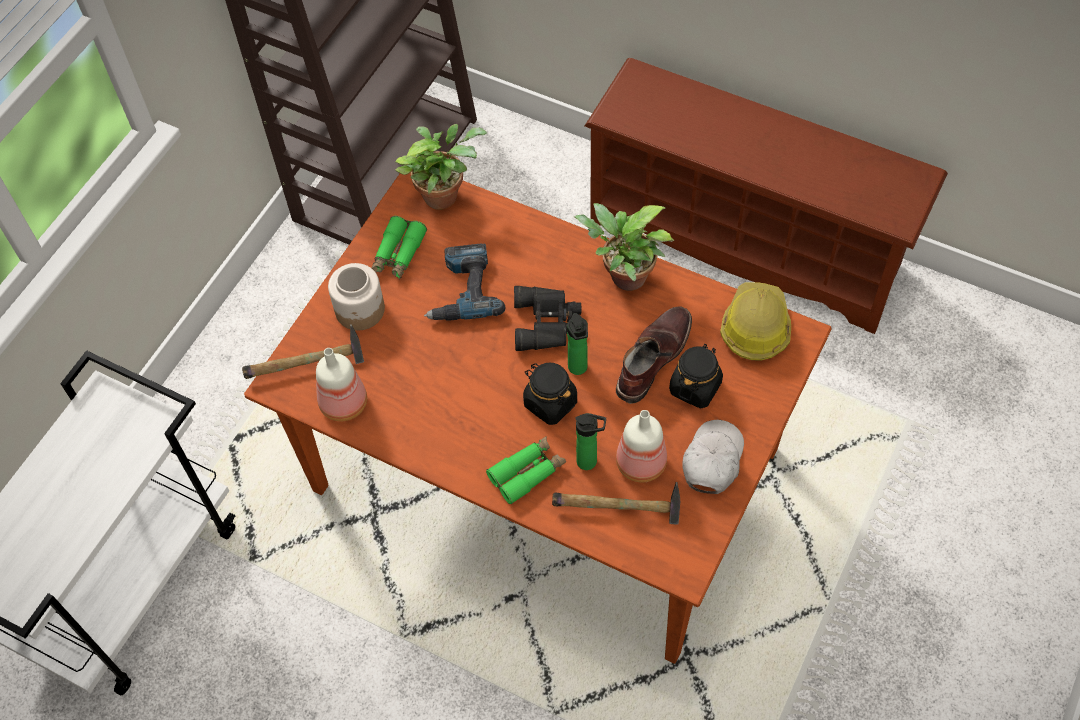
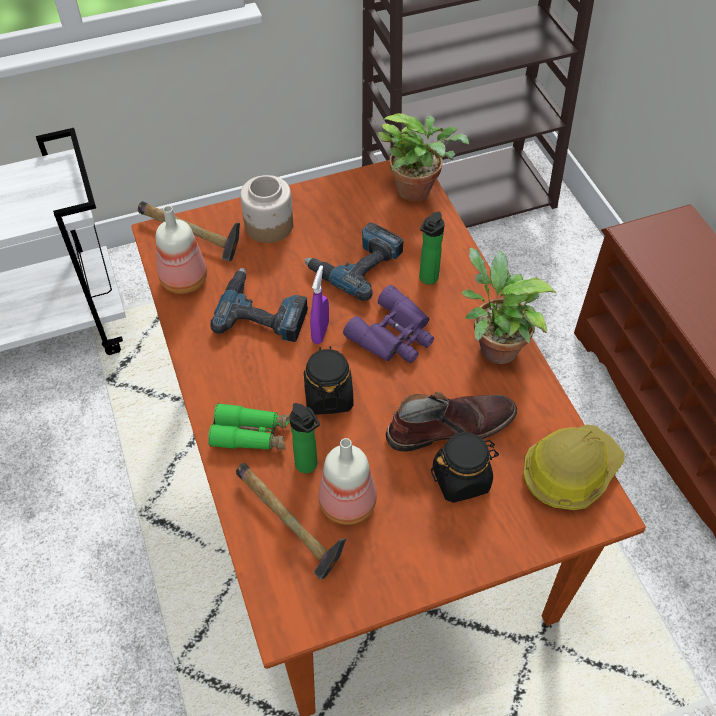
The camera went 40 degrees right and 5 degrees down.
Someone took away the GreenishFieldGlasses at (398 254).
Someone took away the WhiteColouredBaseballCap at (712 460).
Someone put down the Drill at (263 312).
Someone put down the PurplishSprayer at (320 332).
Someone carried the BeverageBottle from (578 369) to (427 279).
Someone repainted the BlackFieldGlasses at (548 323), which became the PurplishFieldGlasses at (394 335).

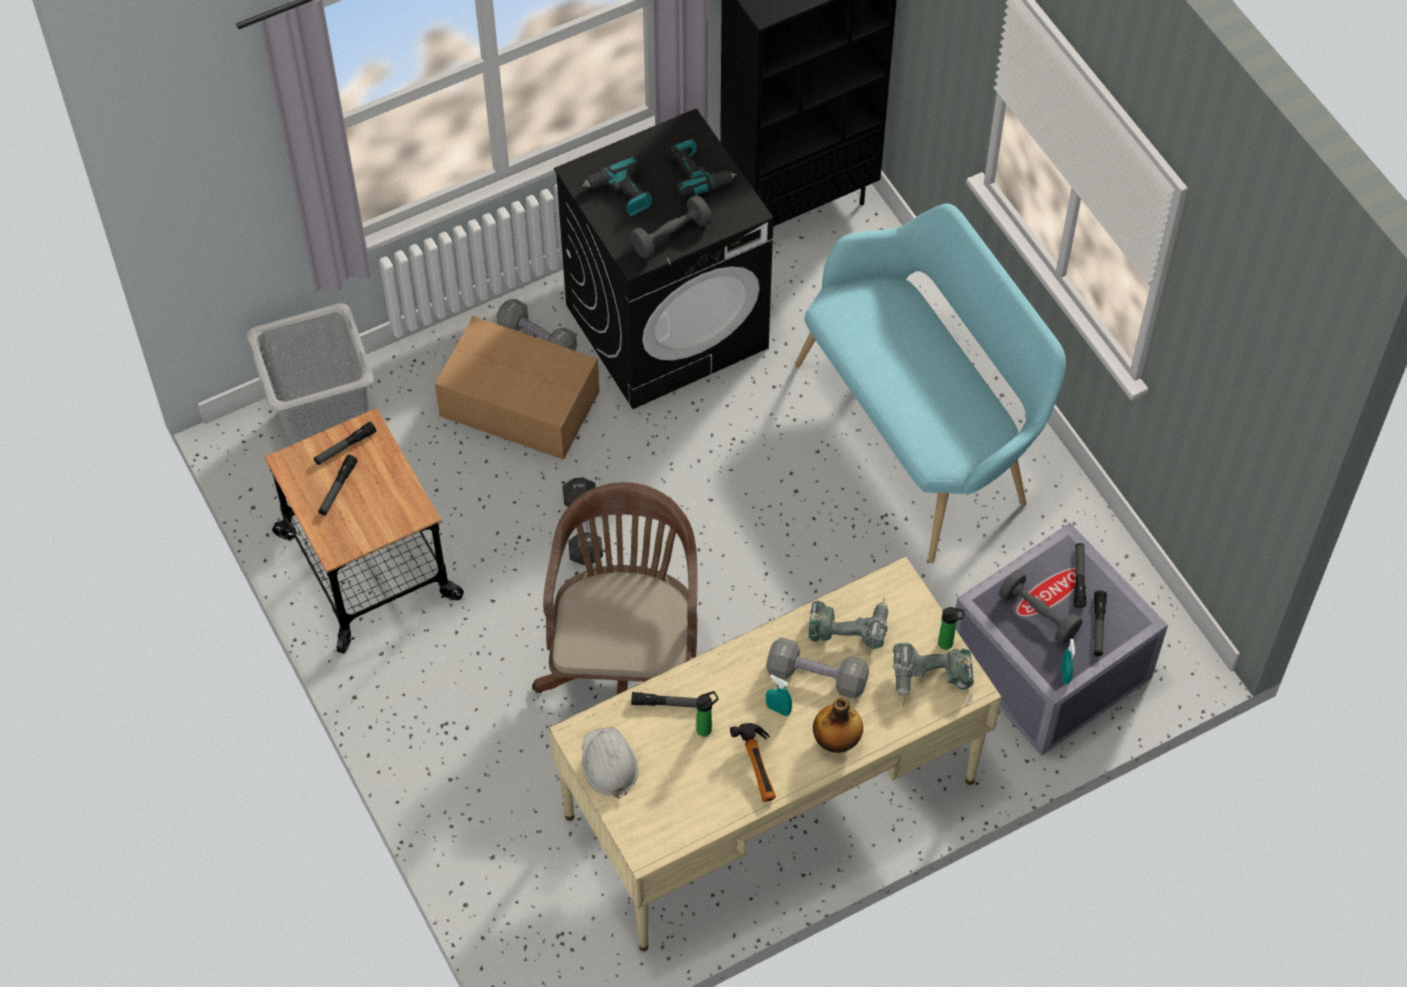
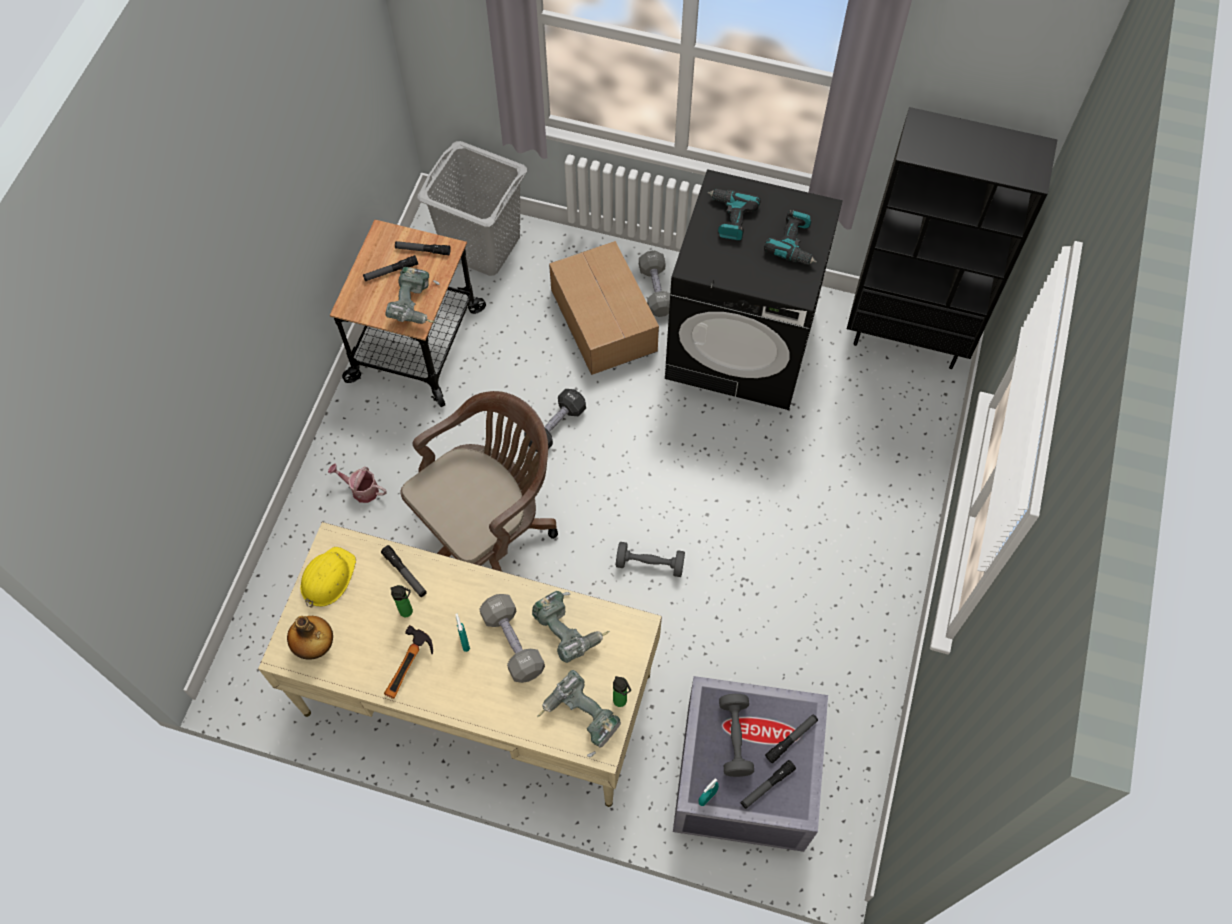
The camera went 45 degrees right and 5 degrees up.
Someone took away the TurquoiseColouredIndoorBench at (922 433).
Someone put down the WateringPot at (361 489).
Someone put down the Drill at (416 305).
Someone carried the GreyHandWeight from (670 236) to (650 564).
Someone carried the BeverageBottle from (837 741) to (315 646).
Someone repainted the WhiteColouredSafetyHelmet at (608 764), which became the YellowSafetyHelmet at (327 578).

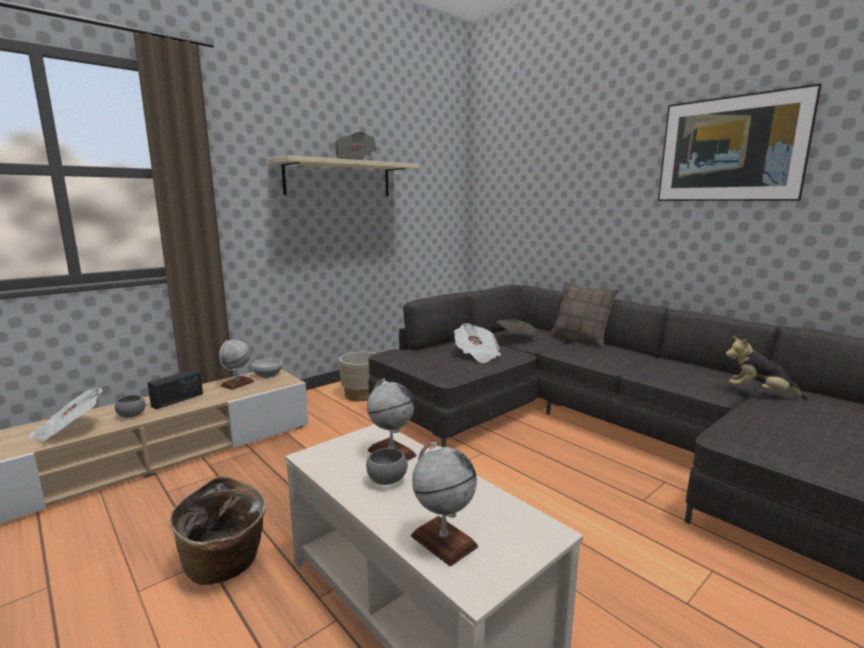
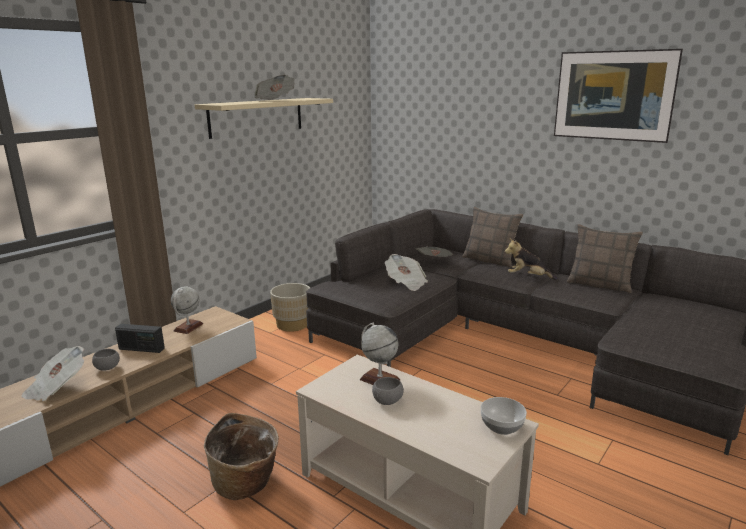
The camera went 10 degrees left and 5 degrees up.
Someone took away the Globe at (443 541).
Someone put down the Pillow at (600 284).
Someone carried the ServingBowl from (268 375) to (502 427).
Someone carried the PlushToy from (759 393) to (528 277).
Someone rotated the RadioReceiver at (178 400) by 75 degrees clockwise.

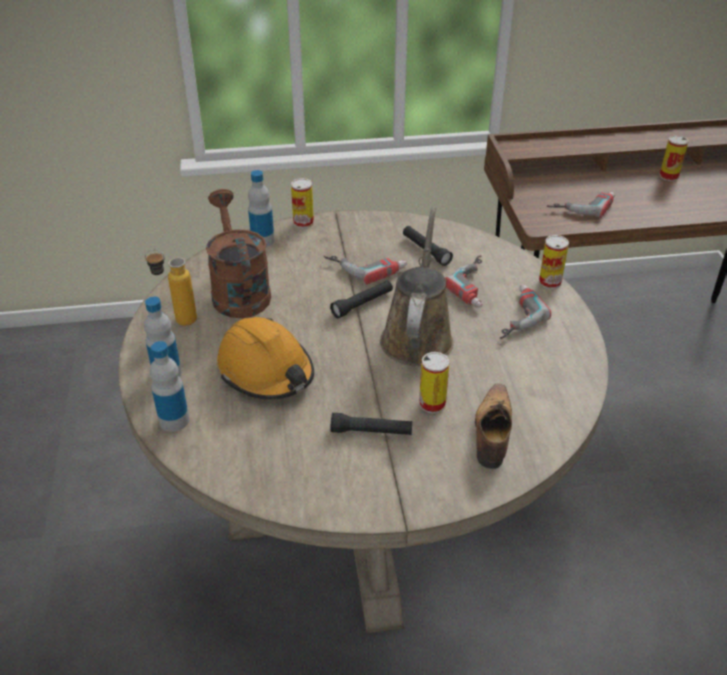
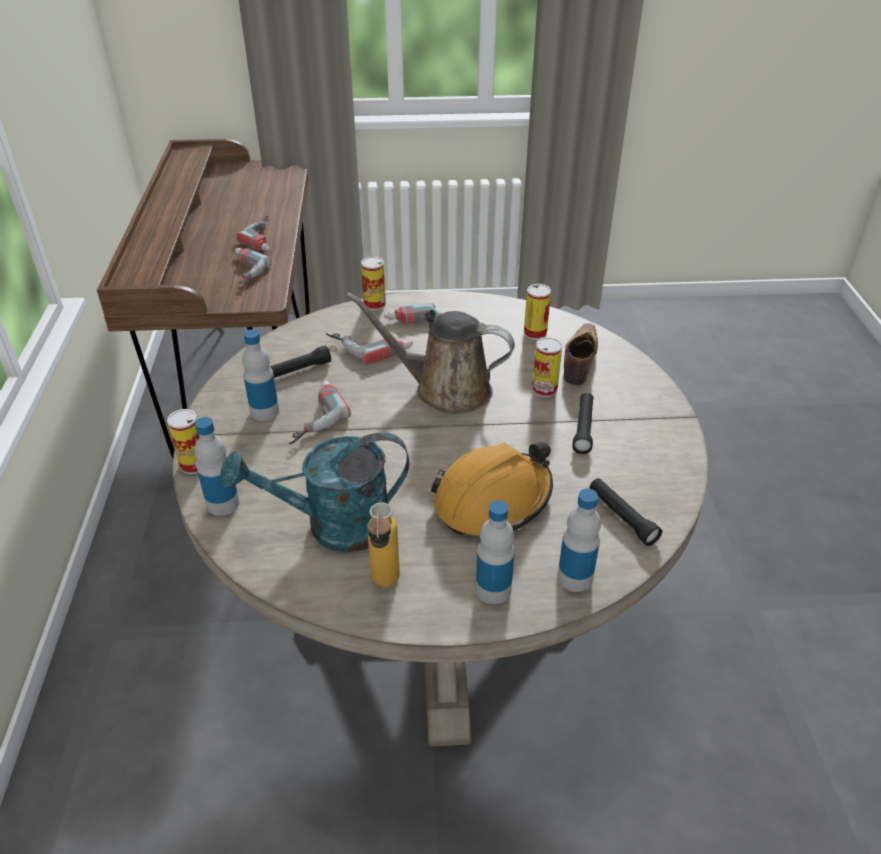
The camera went 85 degrees left and 0 degrees up.
Someone put down the Drill at (267 237).
Someone put down the BeverageBottle at (264 411).
Someone carried the BlackTorch from (362 304) to (622 517).
Someone carried the Can from (668 176) to (535 333).
Someone repainted the BrownColouredWateringPot at (238 291), which became the TurquoiseColouredWateringPot at (333 526).
Someone rotated the Shoe at (492 432) by 90 degrees clockwise.

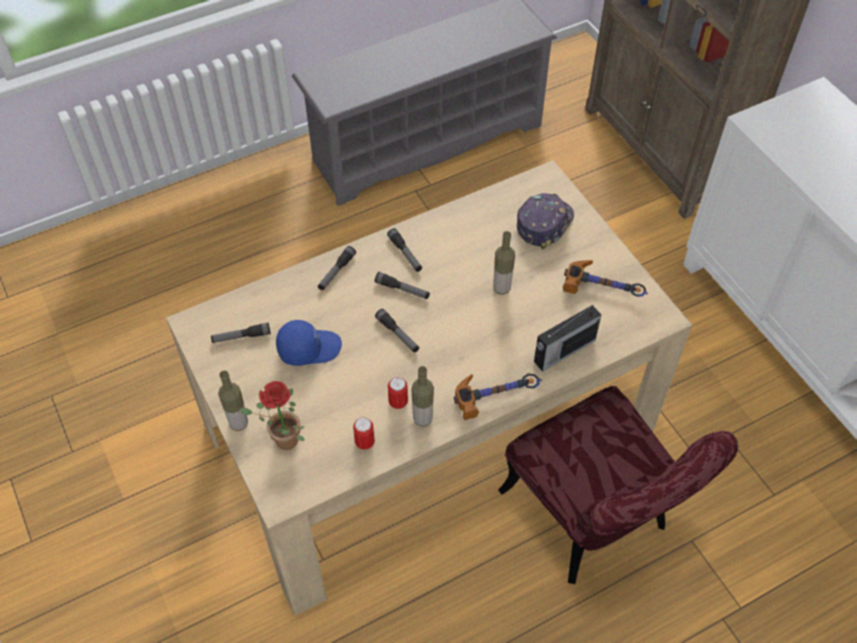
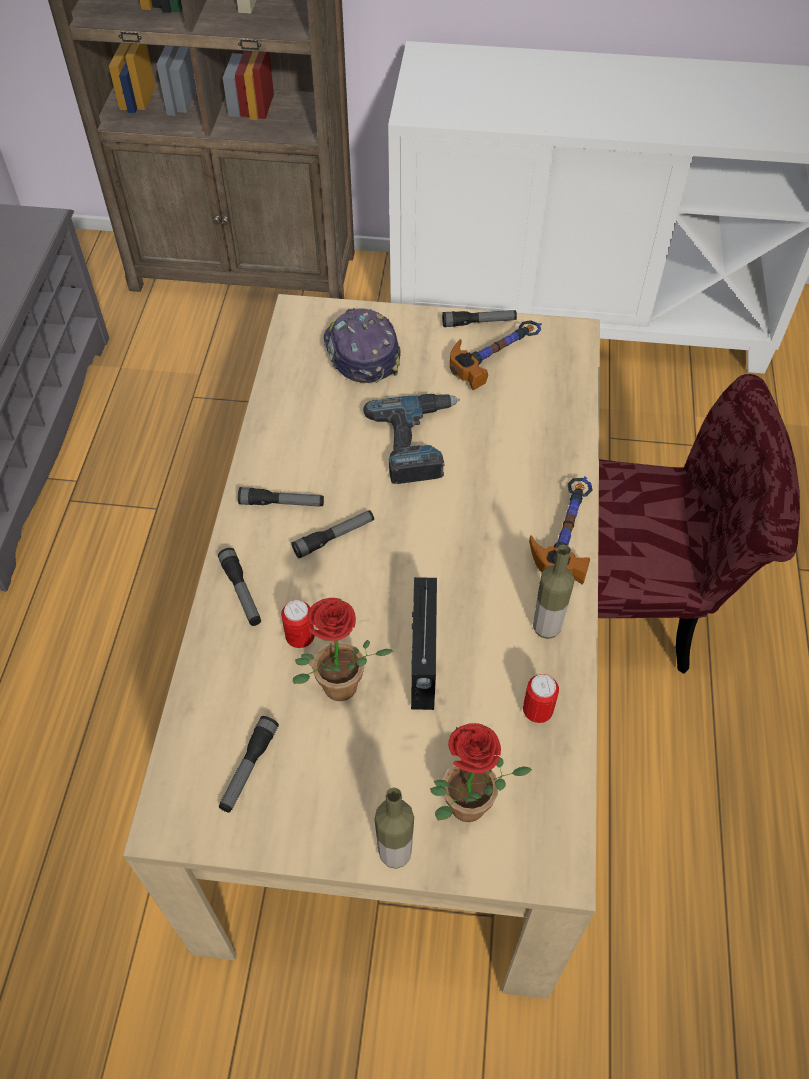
The camera went 55 degrees left and 0 degrees up.
Someone carried the Torch from (397 334) to (479 323).
Someone carried the Can from (398 402) to (300 638).
Someone carried the RadioReceiver from (563 351) to (422 663).
Someone swapped the BlueColouredBaseballCap at (309 348) for the PottedPlant at (337 693).
Someone swapped the BeverageBottle at (501 288) for the Drill at (418 442).

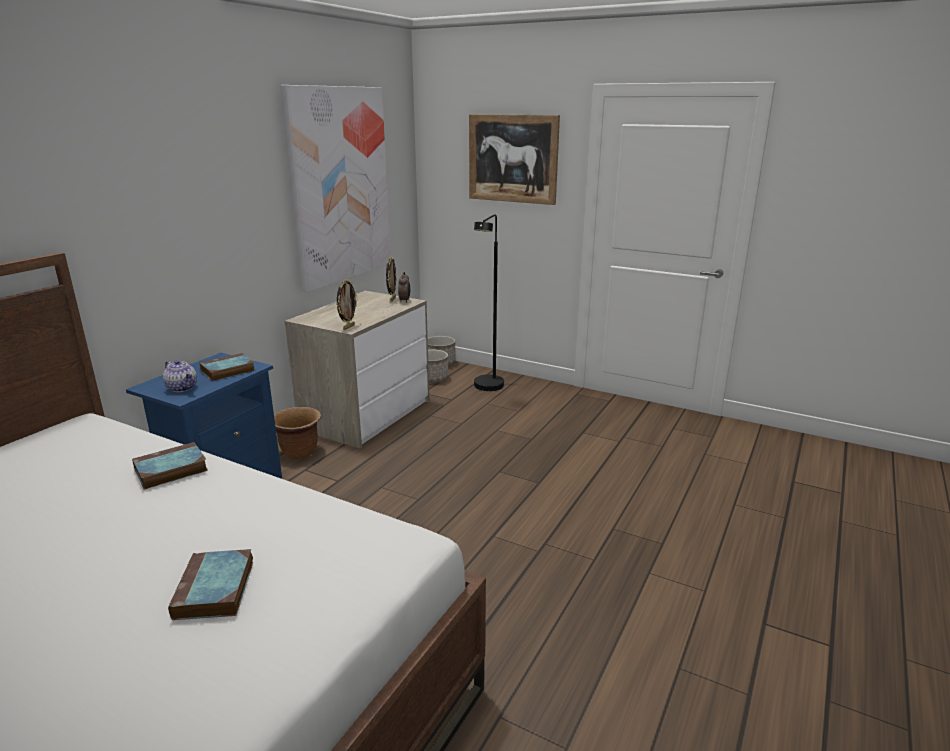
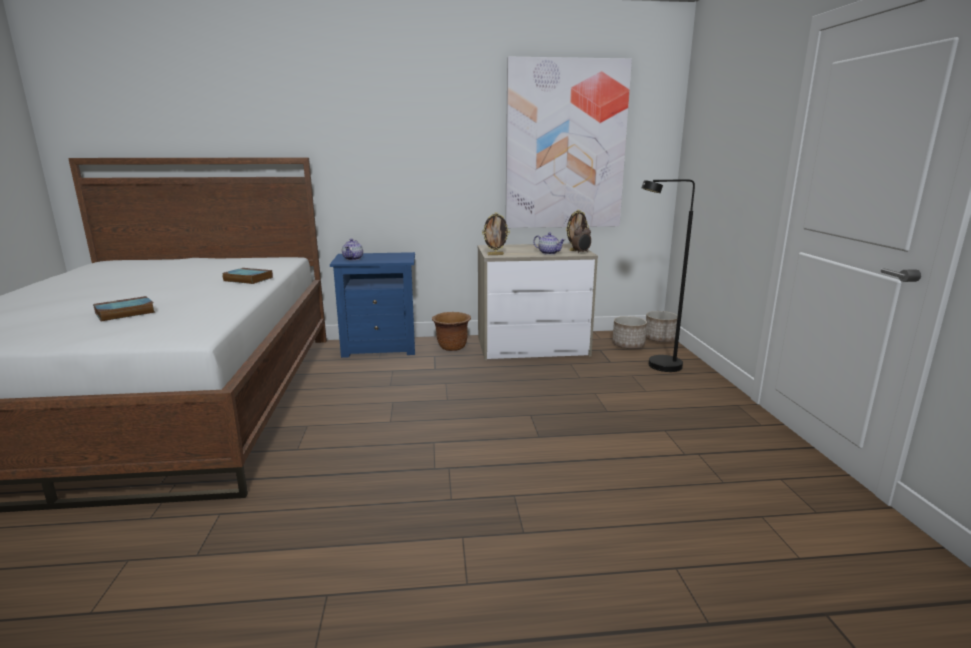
The camera went 55 degrees right and 5 degrees down.
Someone took away the Volume at (227 371).
Someone took away the Picture at (512 159).
Someone put down the PotForTea at (549 253).

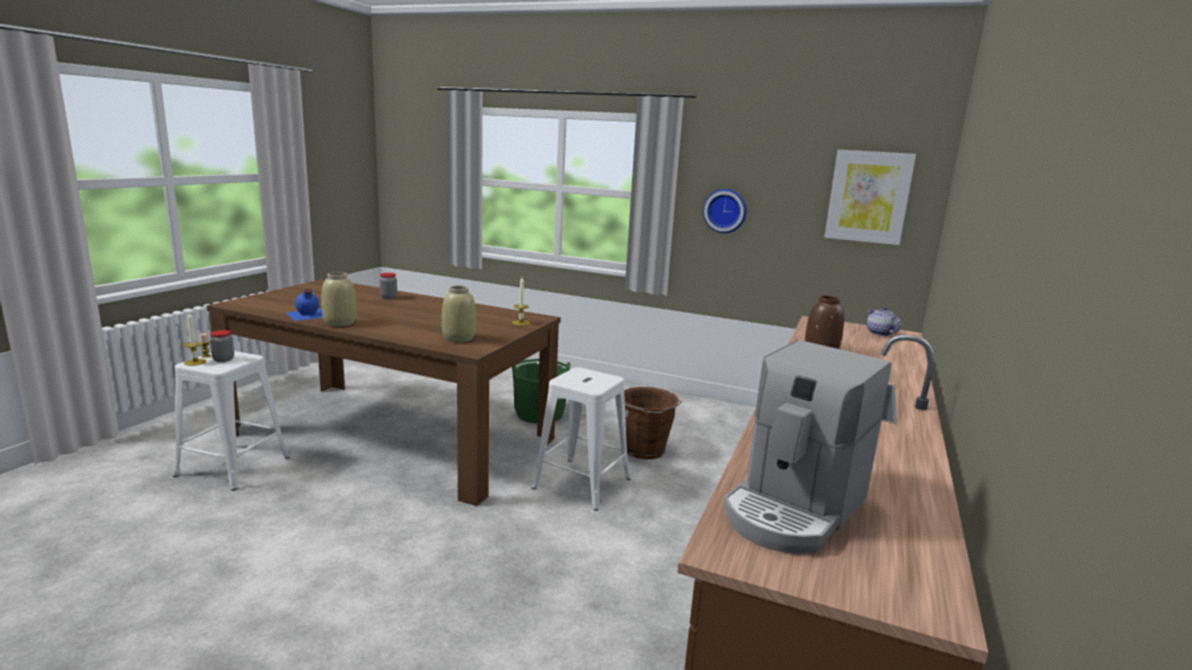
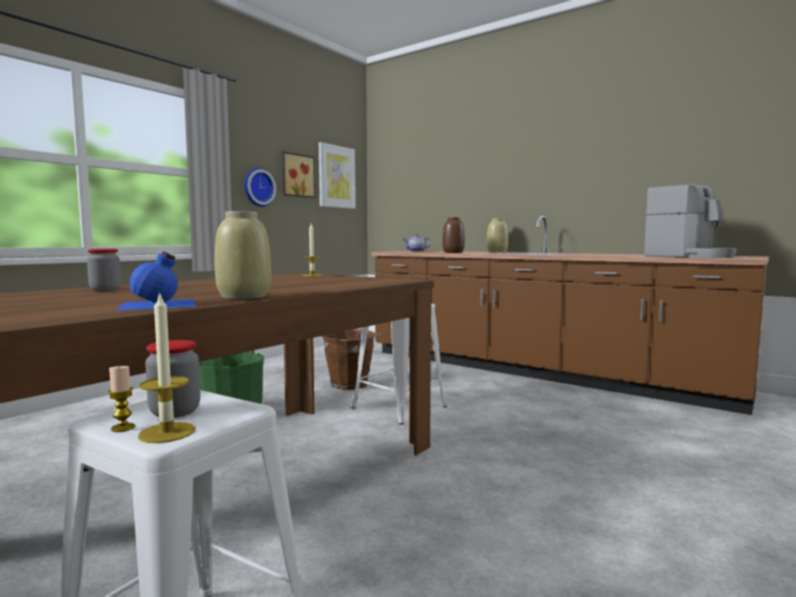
The camera went 75 degrees left and 10 degrees down.
Someone put up the Picture at (297 175).
Someone carried the BeigeFlowerVase from (459 338) to (496 252).

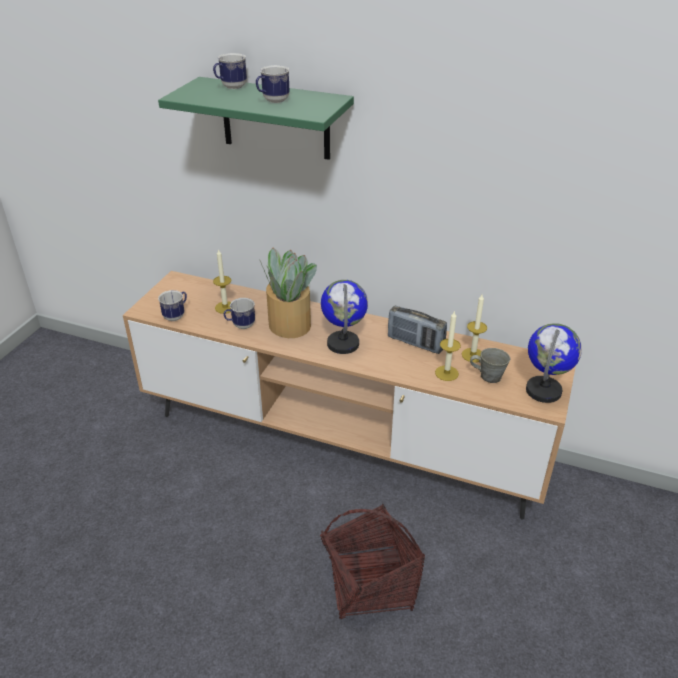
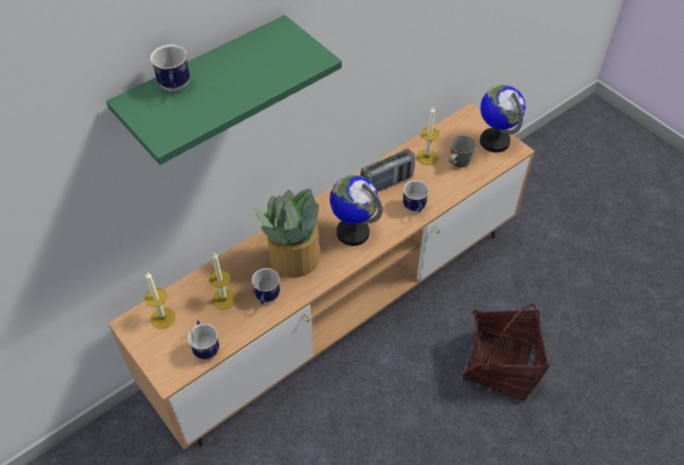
The camera went 60 degrees left and 15 degrees up.
Someone carried the TeaMug from (272 101) to (415 209).
Someone carried the WaxCandle from (446 373) to (163 318).

